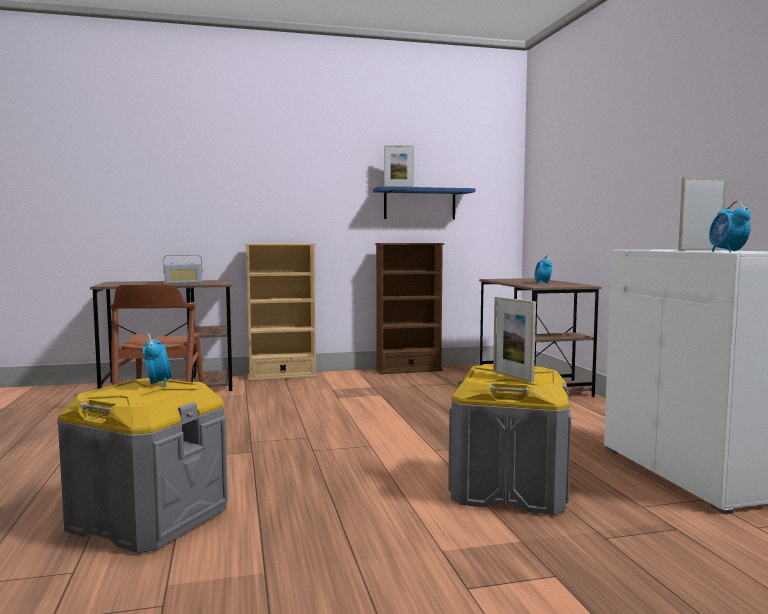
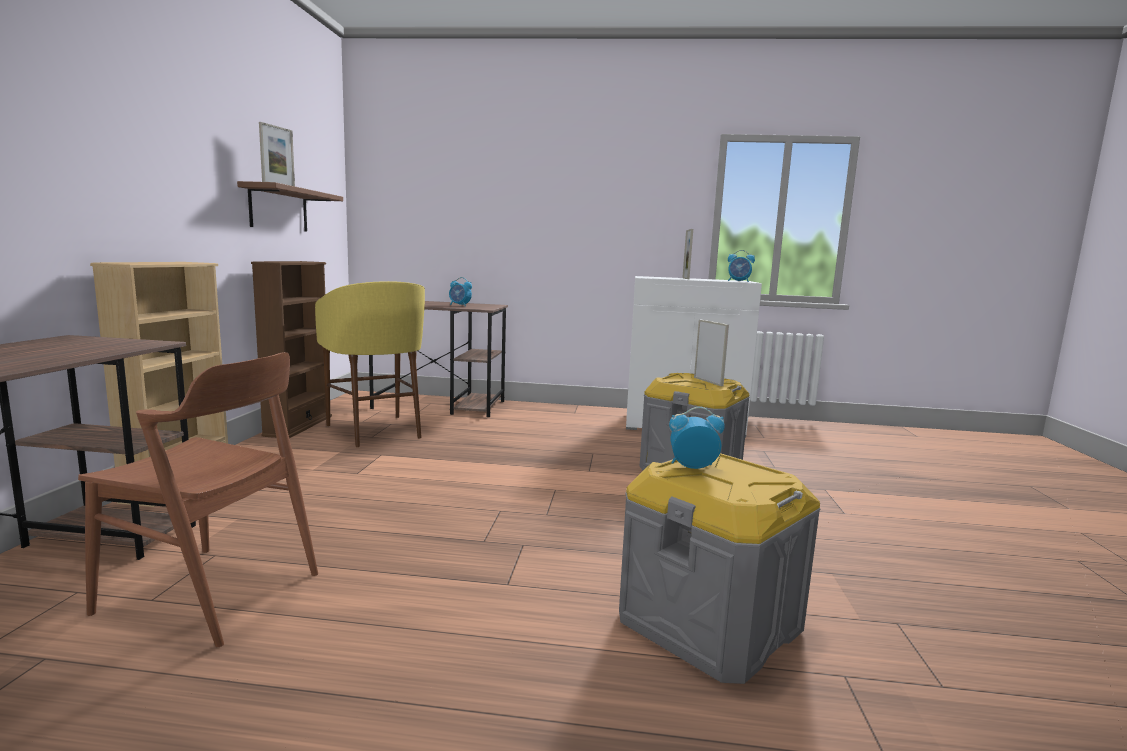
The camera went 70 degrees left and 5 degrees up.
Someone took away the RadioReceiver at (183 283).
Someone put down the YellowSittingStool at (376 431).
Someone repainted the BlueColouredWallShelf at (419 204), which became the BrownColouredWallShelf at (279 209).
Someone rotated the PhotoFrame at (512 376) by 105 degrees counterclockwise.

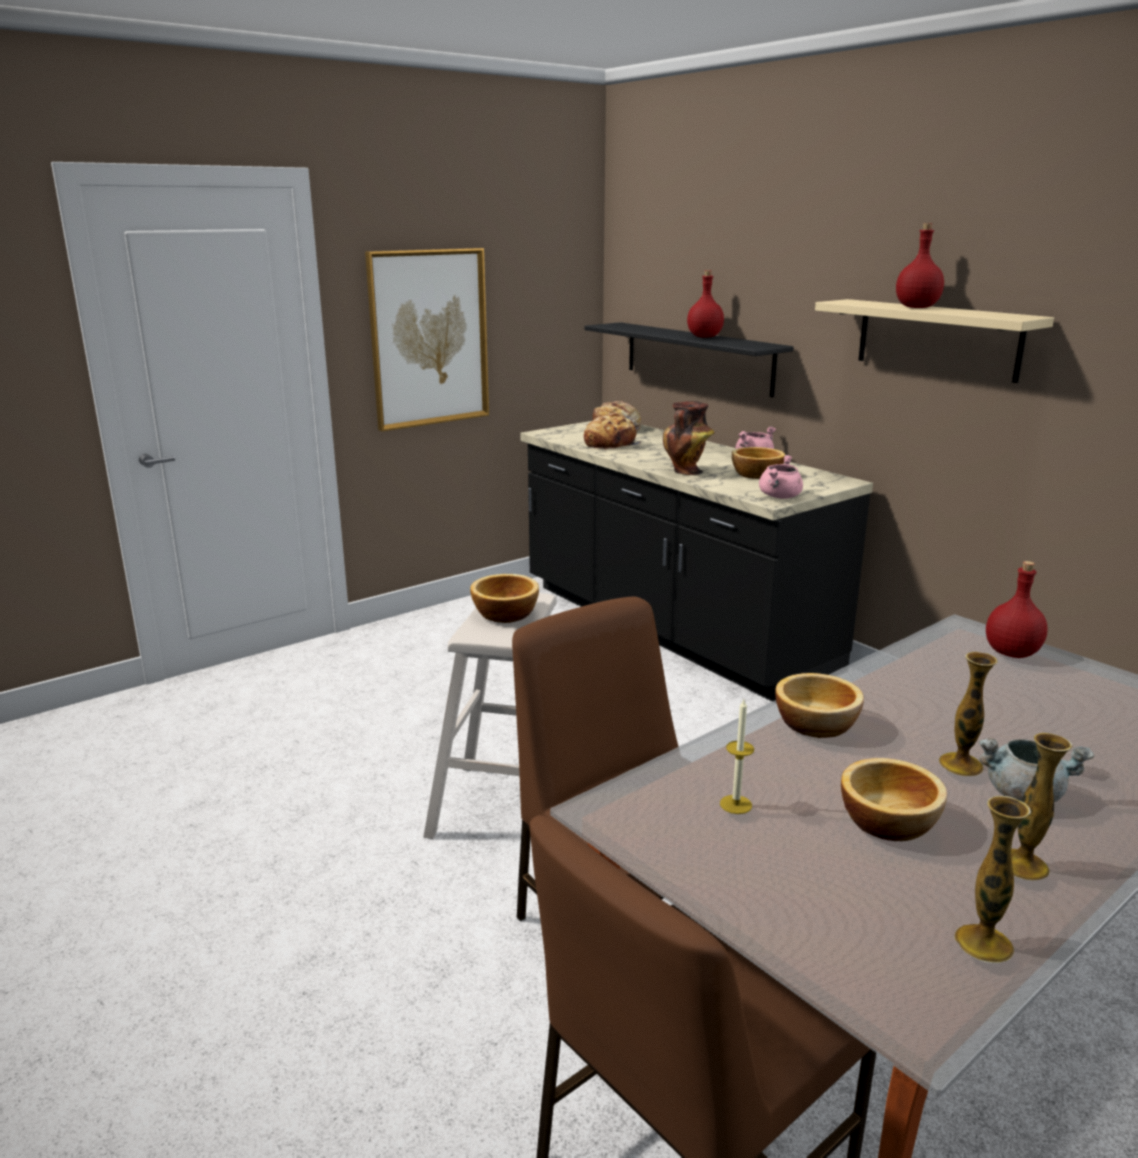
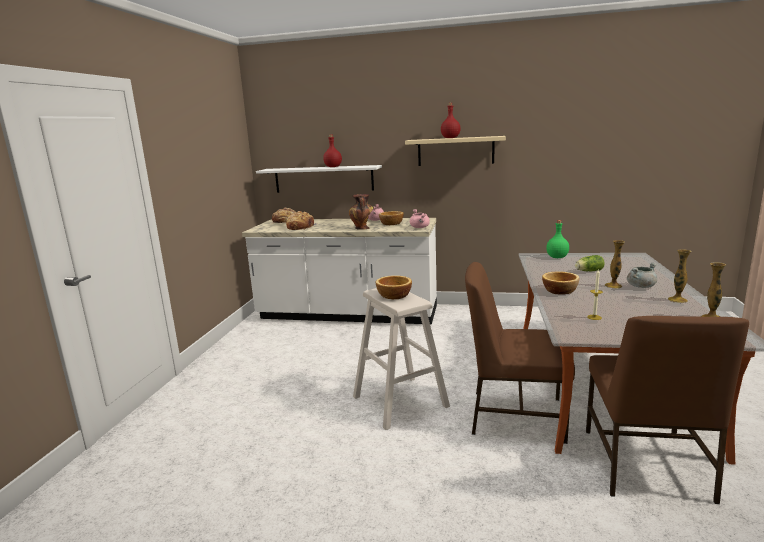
The camera went 40 degrees left and 5 degrees down.
Someone took away the Picture at (429 338).
Someone took away the ServingBowl at (888 820).
Someone put down the LettuceHead at (588 271).
Someone repainted the BlackCounter at (671 628), which became the WhiteColouredCounter at (348 314).
Someone repainted the BlackWallShelf at (697 358), which became the WhiteColouredWallShelf at (323 179).
Someone repainted the RedColouredBeverageBottle at (1012 653), which became the GreenishBeverageBottle at (557 257).

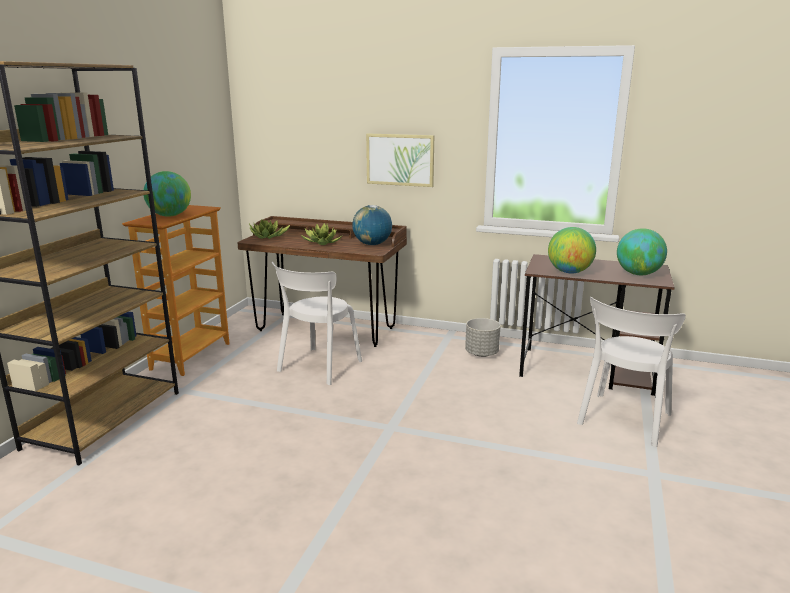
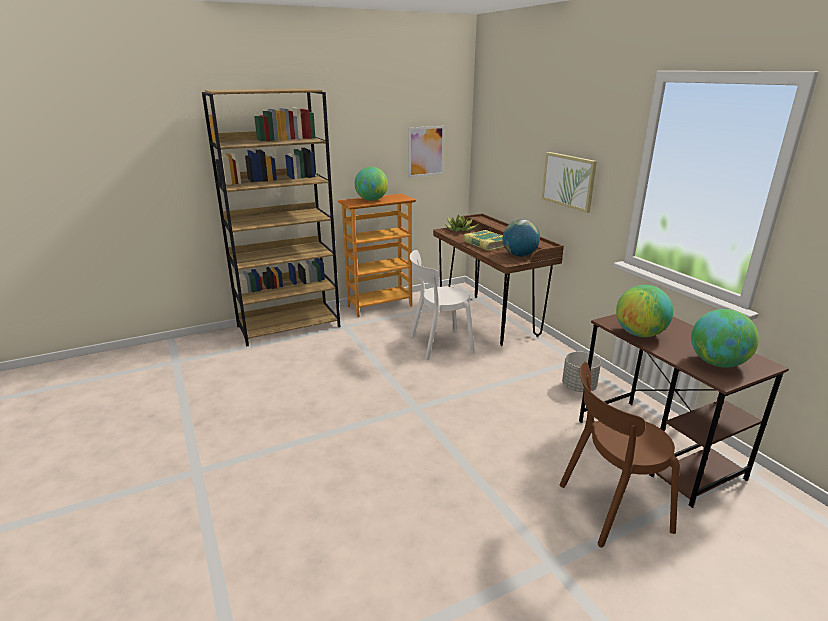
The camera went 45 degrees right and 5 degrees up.
Someone put up the Picture at (426 151).
Someone swapped the PottedPlant at (322 243) for the Volume at (485 244).
Someone repainted the WhiteColouredUprightChair at (623 421), which became the BrownColouredUprightChair at (609 508).

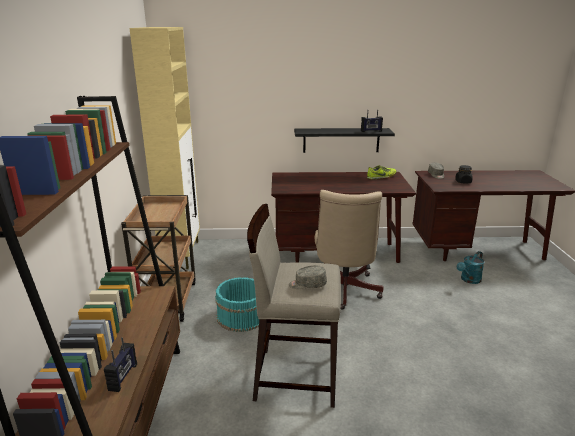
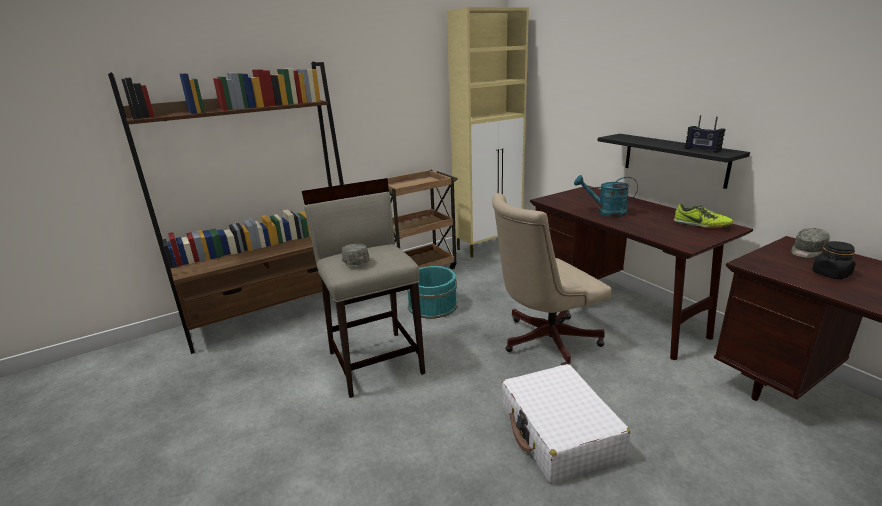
The camera went 60 degrees right and 0 degrees up.
Someone took away the RadioReceiver at (123 377).
Someone put down the WhiteColouredPieceOfLuggage at (559 433).
Someone carried the TurquoiseColouredWateringPot from (469 280) to (606 212).

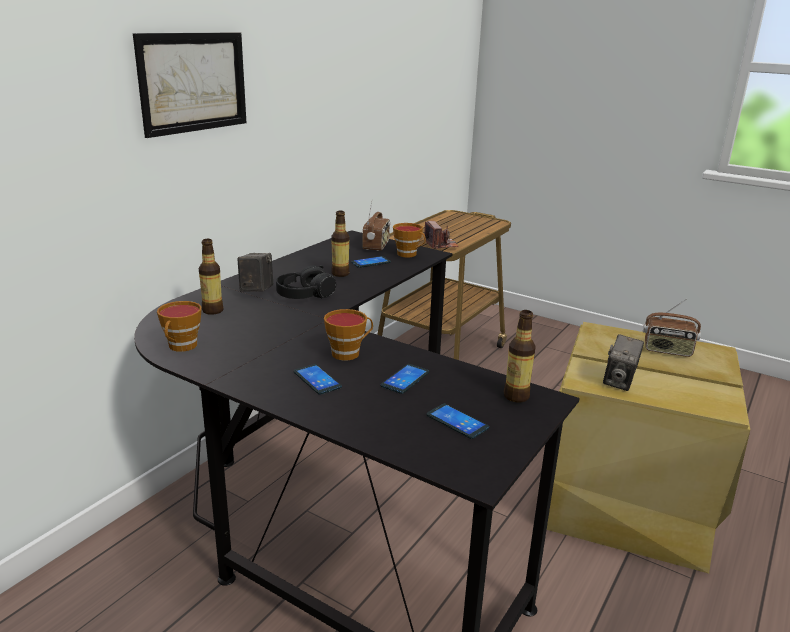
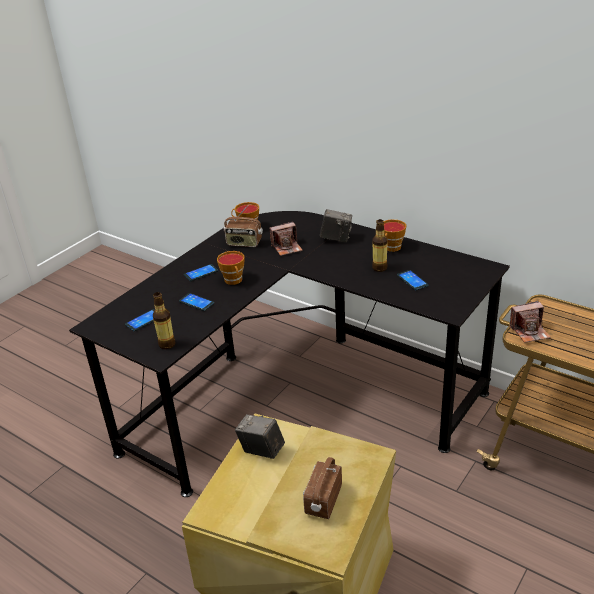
The camera went 95 degrees right and 10 degrees up.
Someone took away the Picture at (193 82).
Someone took away the BeverageBottle at (213 310).
Someone took away the BlackPairOfHeadphones at (304 295).
Someone put down the PhotoCamera at (287 247).
Someone carried the RadioReceiver from (376 246) to (244 243).
Someone carried the DrinkingCup from (409 254) to (391 248).

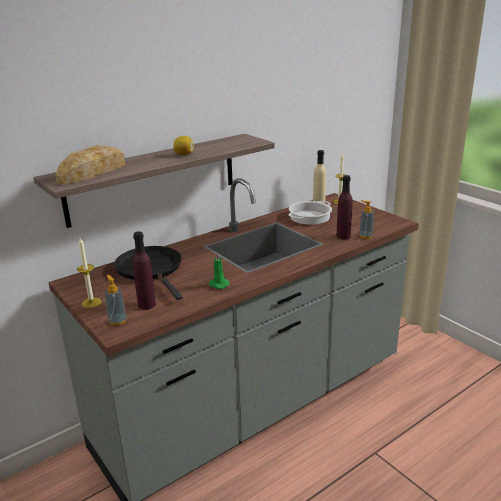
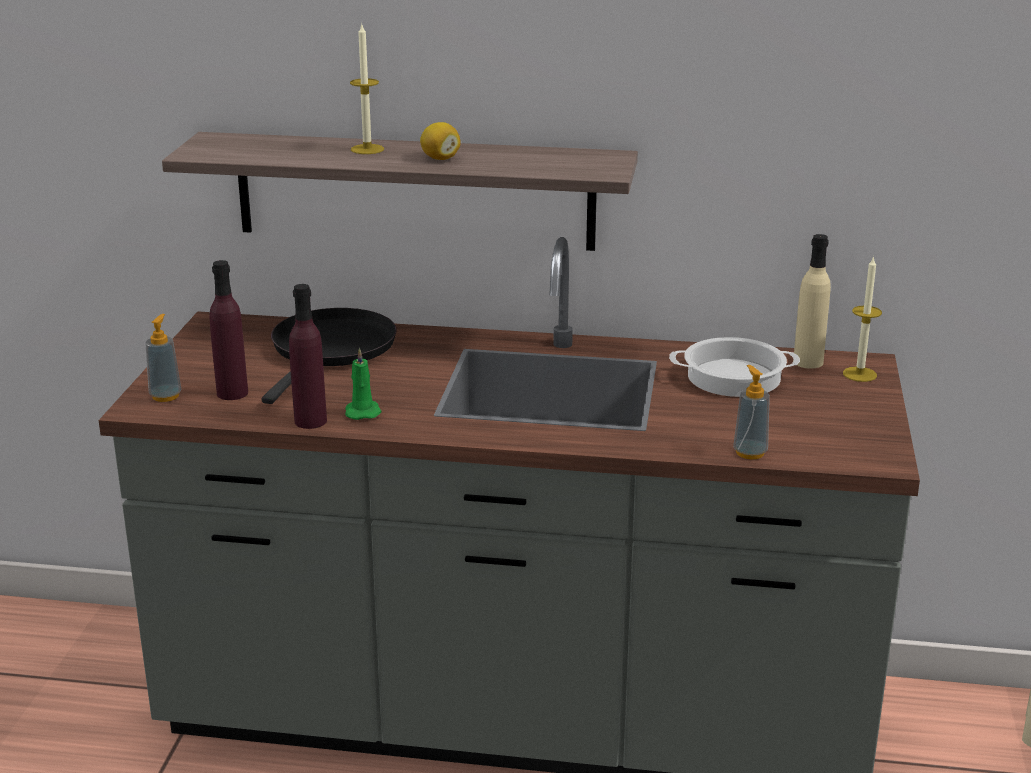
The camera went 45 degrees right and 0 degrees up.
Someone took away the BakeryBread at (92 172).
Someone carried the WaxCandle from (91 302) to (367 149).
Someone carried the PurplishBeverageBottle from (343 236) to (310 421).

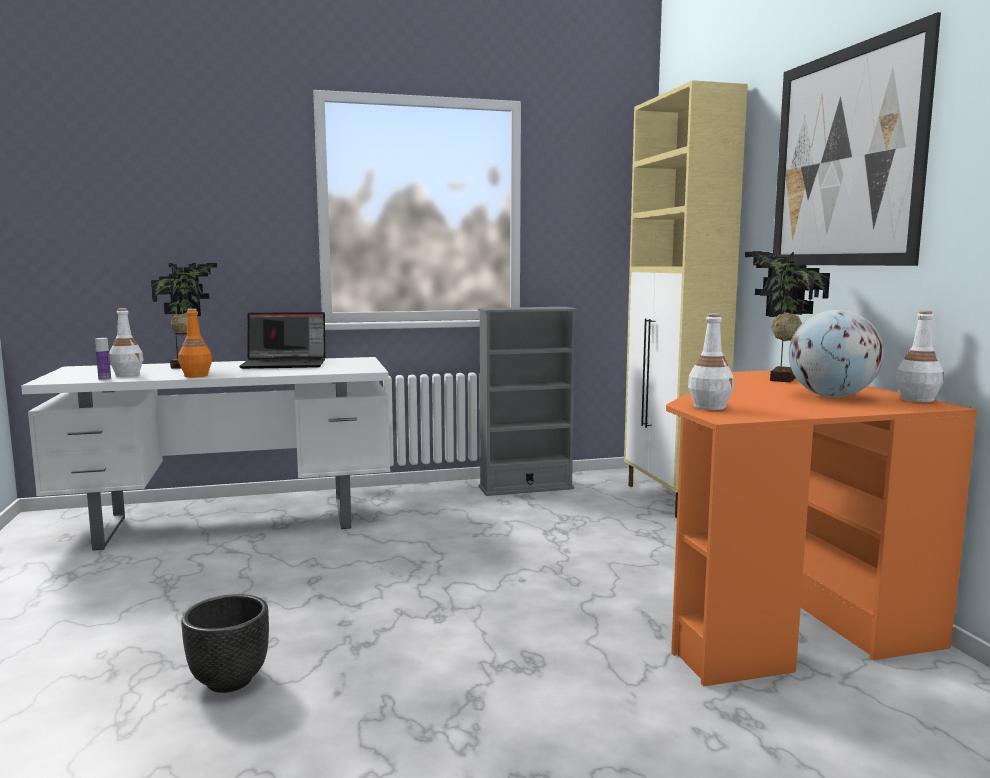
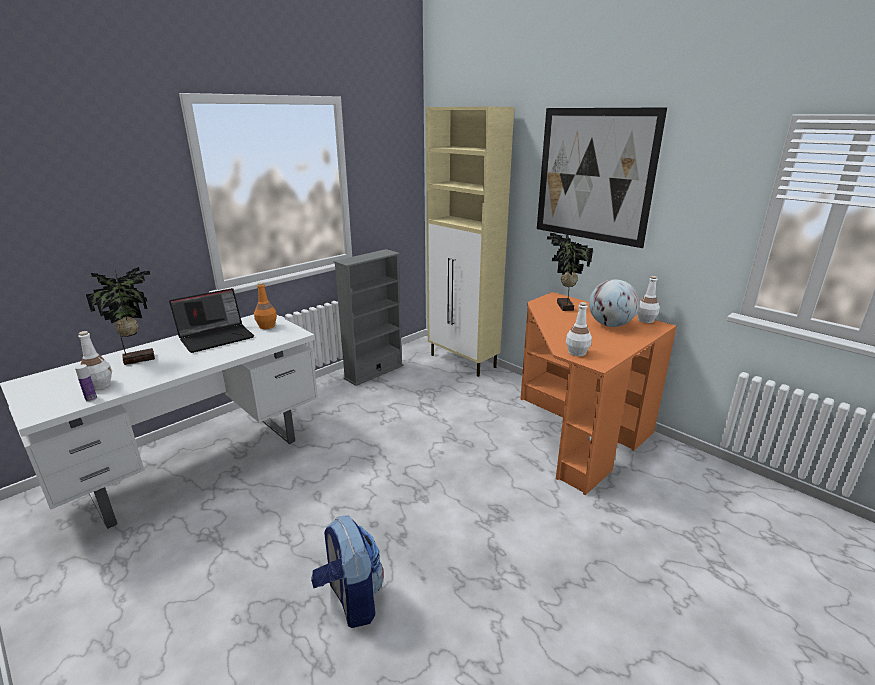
The camera went 30 degrees left and 15 degrees up.
Someone carried the OrangeColouredBeverageBottle from (196 376) to (267 326).
Someone swapped the BlackFlowerPot at (229 681) for the Knapsack at (351 599).

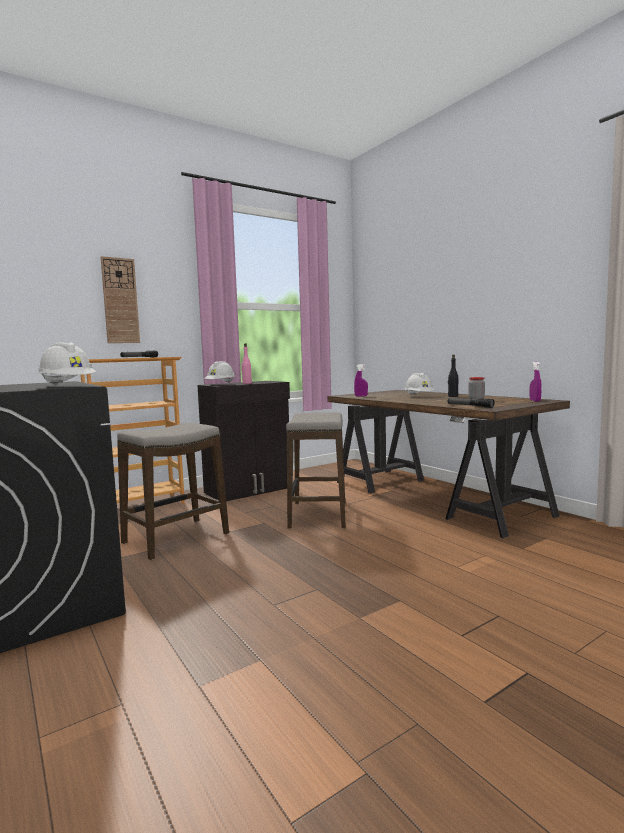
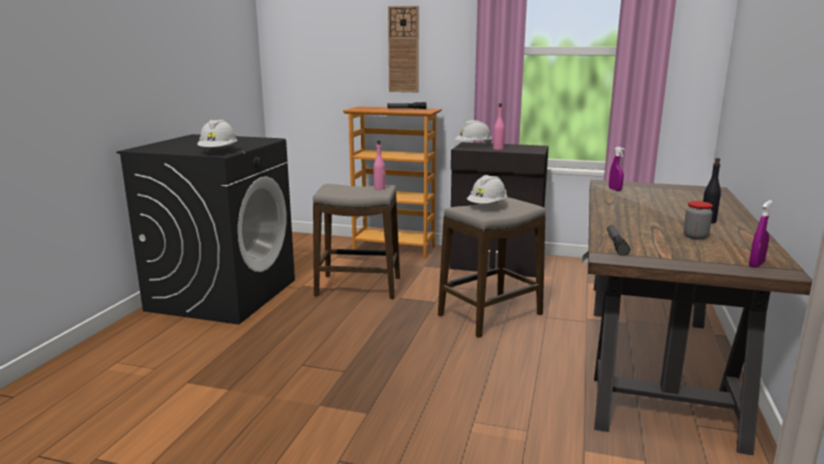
The camera went 50 degrees right and 10 degrees up.
Someone put down the PinkColouredBeverageBottle at (379 188).
Someone carried the WhiteColouredSafetyHelmet from (419 396) to (487 206).

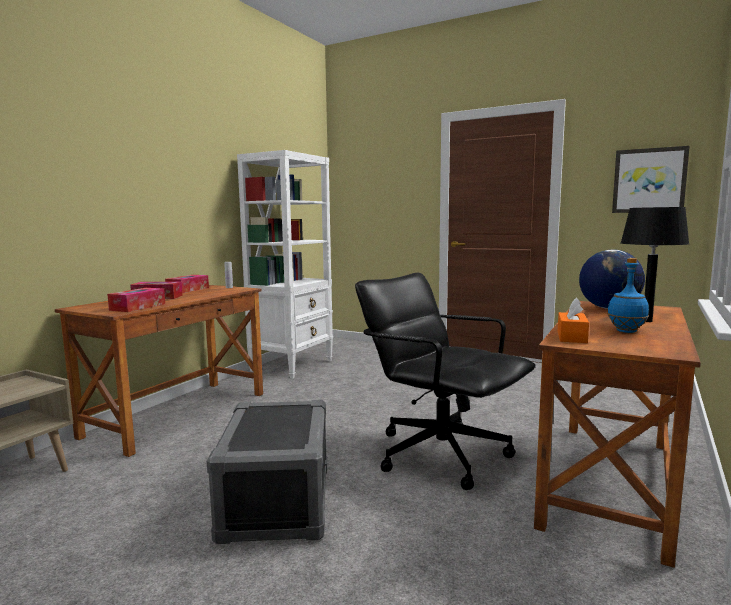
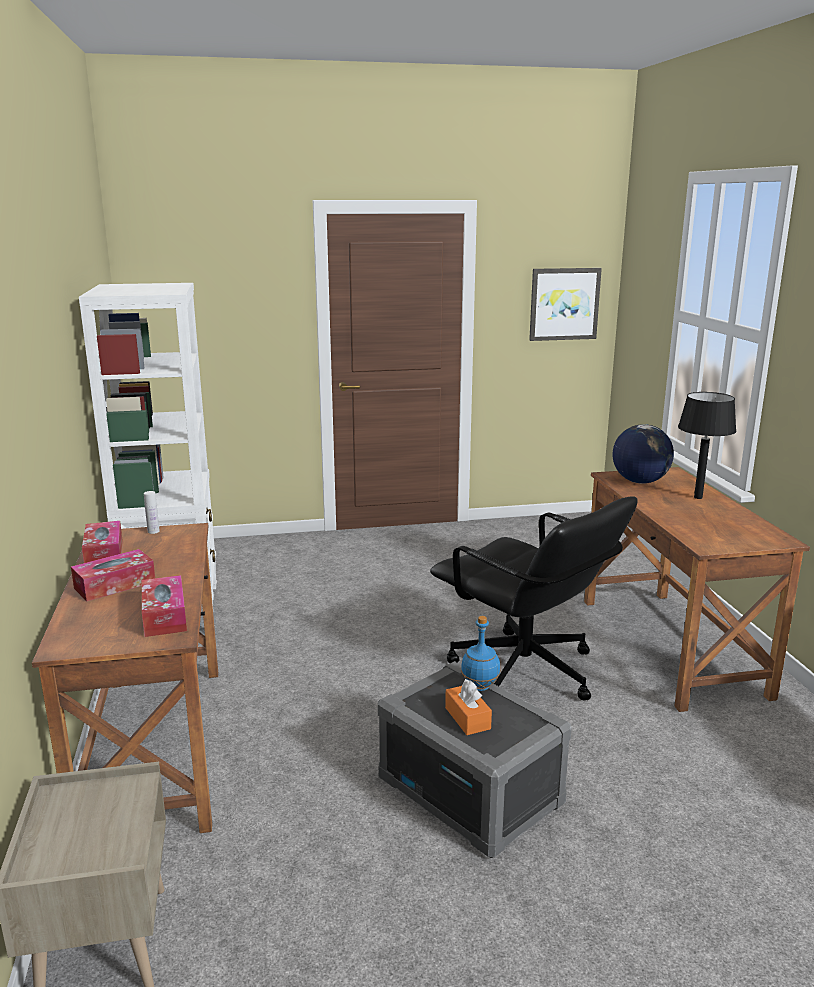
The camera went 40 degrees left and 10 degrees up.
Someone carried the OrangeColouredTissueBox from (571 337) to (467 718).
Someone carried the BlueColouredBeverageBottle from (625 331) to (479 687).
Someone rotated the BlackOfficeChair at (440 453) by 135 degrees counterclockwise.

